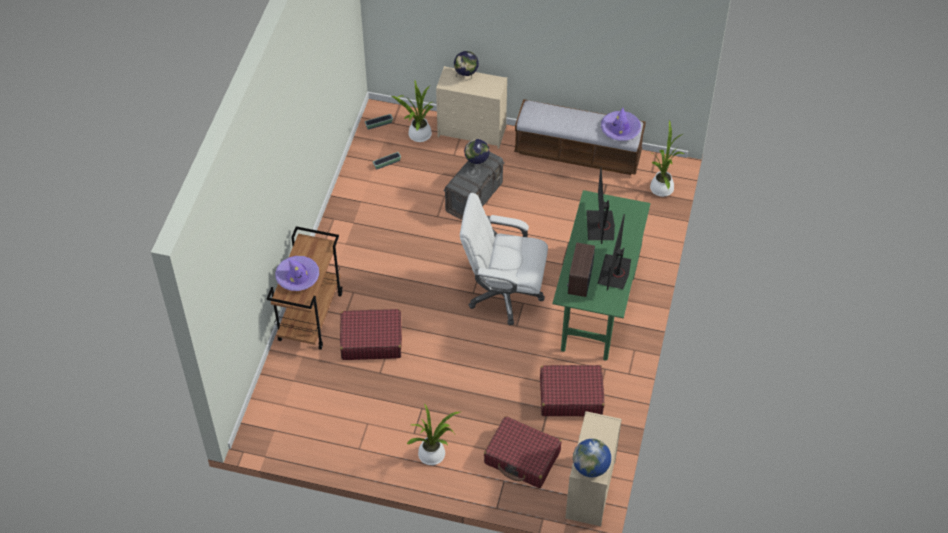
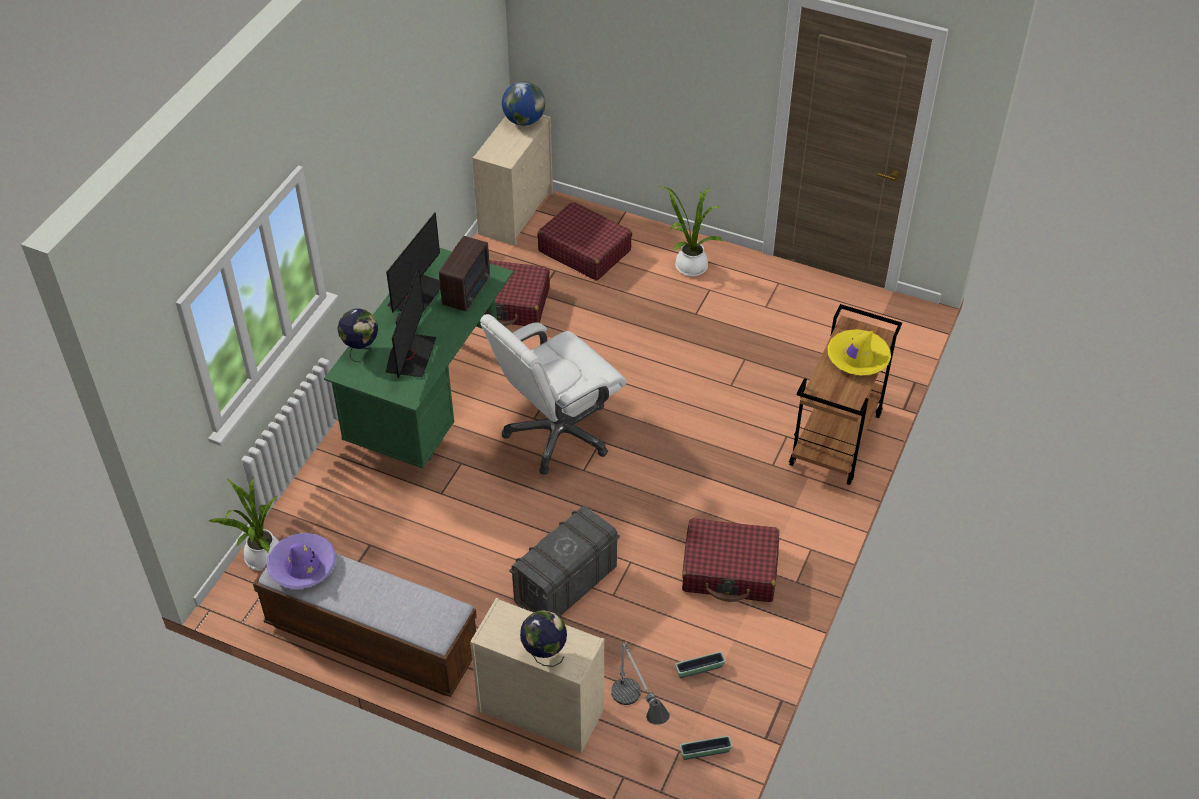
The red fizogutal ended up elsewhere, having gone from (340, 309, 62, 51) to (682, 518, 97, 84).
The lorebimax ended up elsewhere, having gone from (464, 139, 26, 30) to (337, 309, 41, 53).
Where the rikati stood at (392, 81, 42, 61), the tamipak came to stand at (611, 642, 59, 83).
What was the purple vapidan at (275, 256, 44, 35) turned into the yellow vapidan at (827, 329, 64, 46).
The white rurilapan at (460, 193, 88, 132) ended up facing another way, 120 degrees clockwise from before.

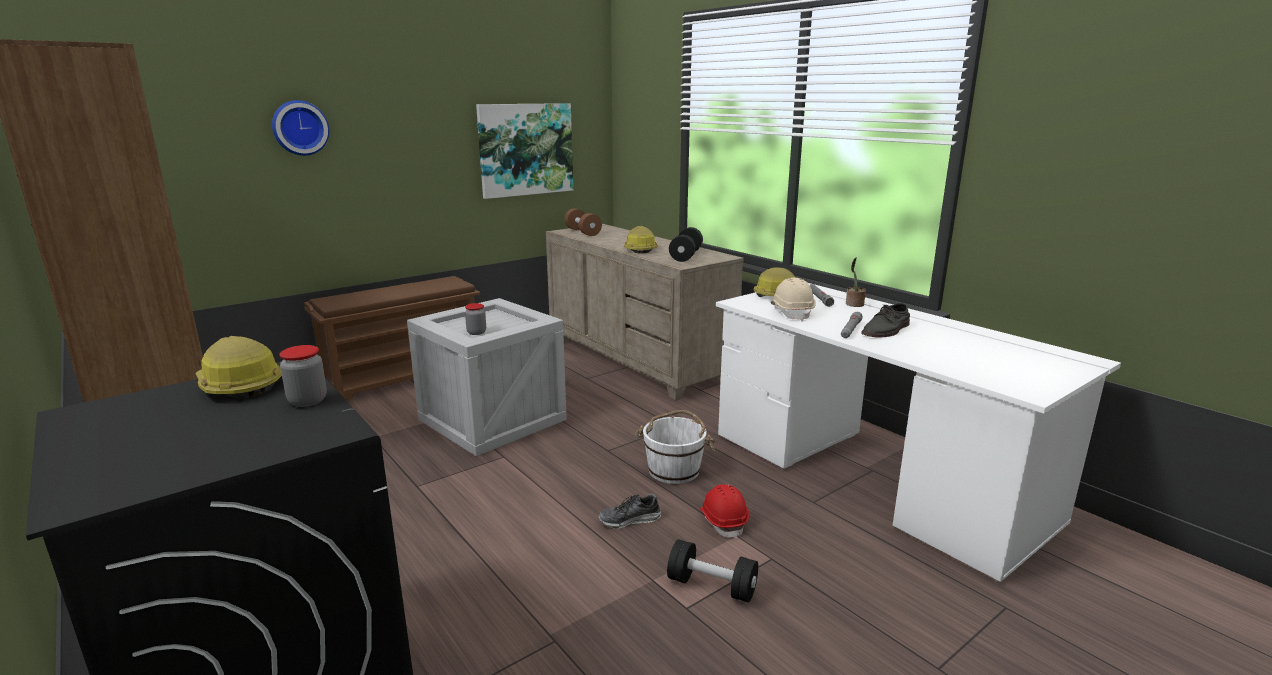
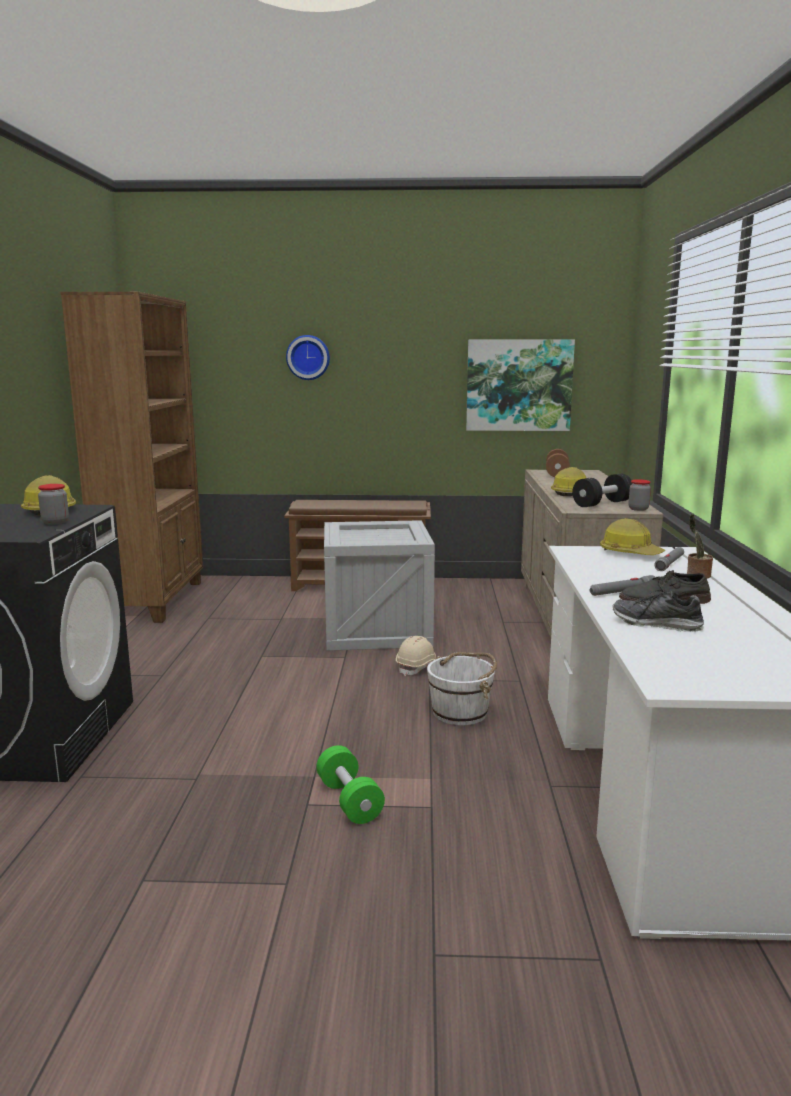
The second view lost the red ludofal at (700, 484, 49, 55).
The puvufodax ended up elsewhere, having gone from (465, 303, 21, 32) to (629, 479, 22, 32).
The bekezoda ended up elsewhere, having gone from (598, 493, 63, 36) to (613, 590, 91, 42).
The beige ludofal ended up elsewhere, having gone from (771, 278, 45, 43) to (396, 636, 40, 41).
What was the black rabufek at (667, 539, 91, 64) turned into the green rabufek at (316, 745, 69, 79).

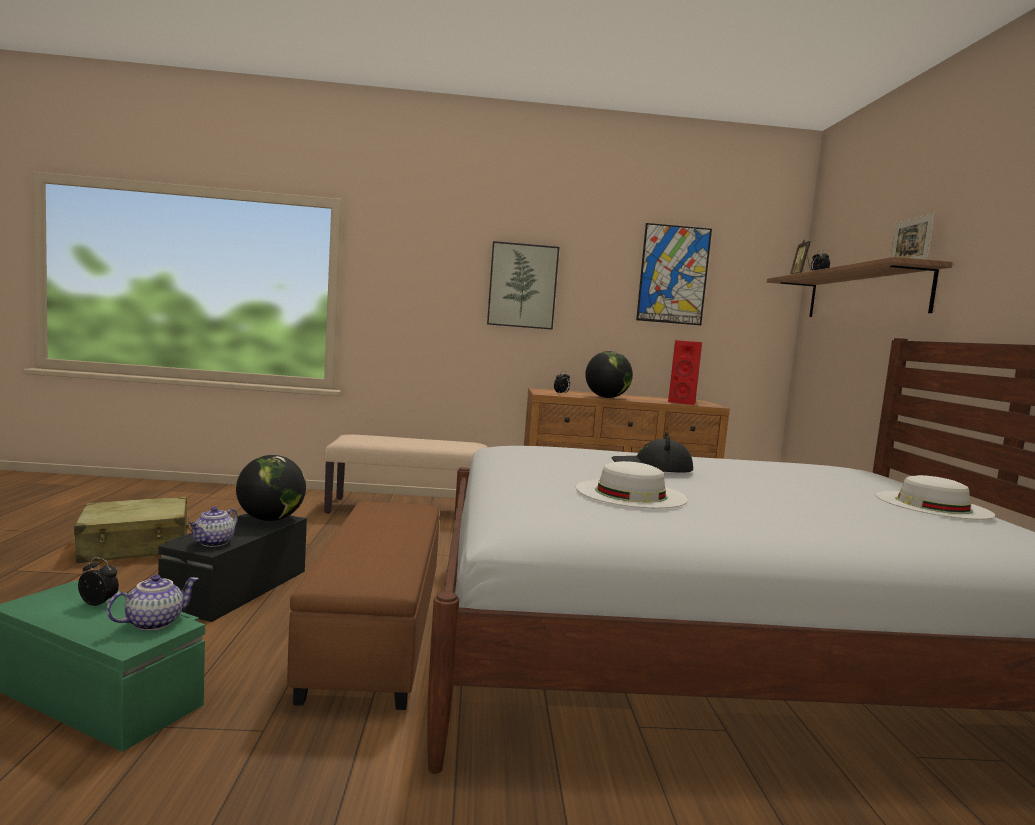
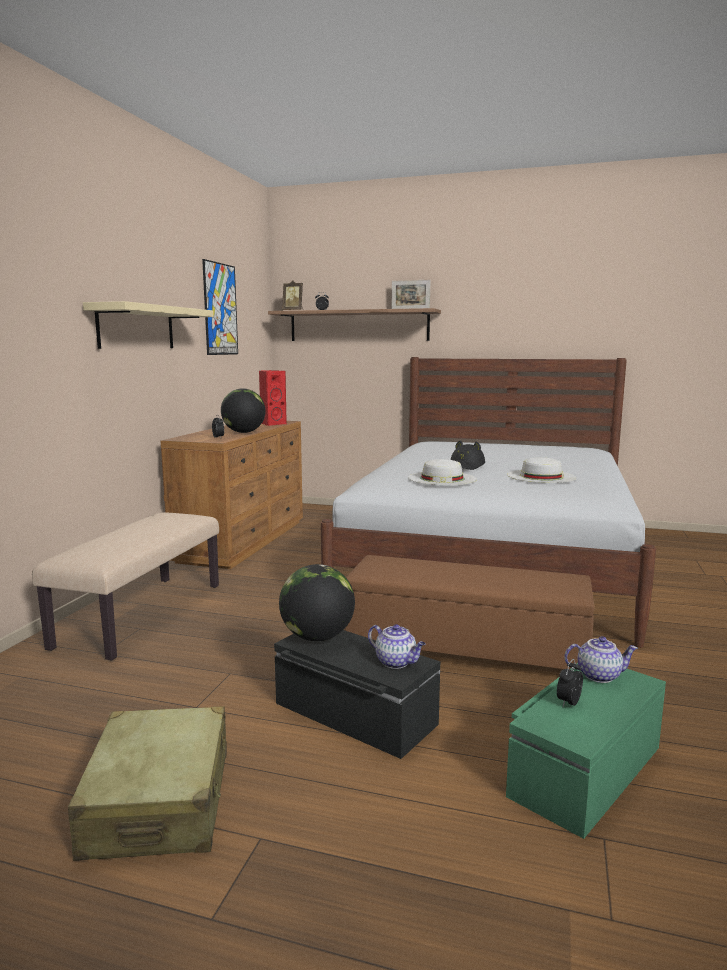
The white vapidan ended up elsewhere, having gone from (876, 475, 119, 45) to (408, 459, 69, 26).
Where the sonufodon hung at (487, 241, 72, 89), the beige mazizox came to hang at (83, 301, 130, 48).
The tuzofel at (107, 575, 92, 56) ended up facing another way, 120 degrees clockwise from before.

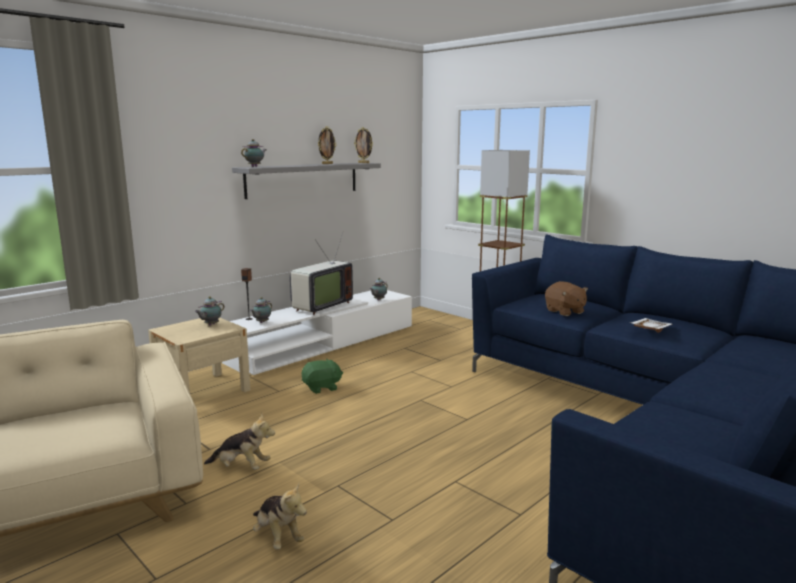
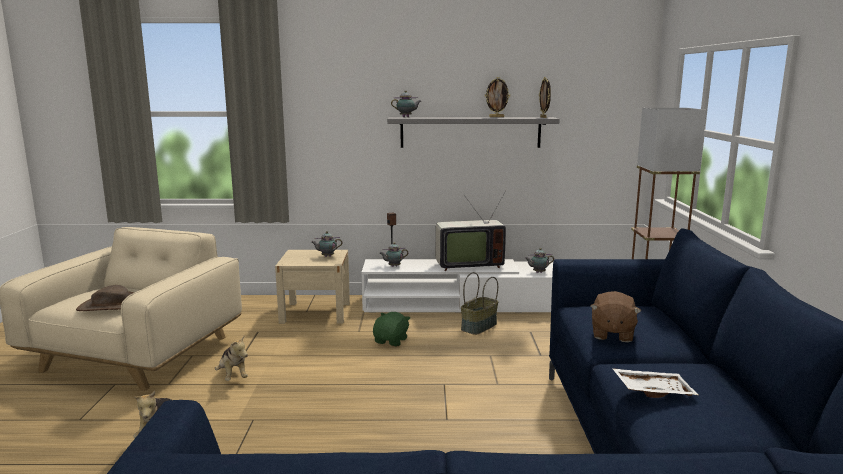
The second view gained the brown vapidan at (76, 285, 58, 26).
The second view gained the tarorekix at (461, 272, 37, 63).
The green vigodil at (302, 359, 41, 35) ended up facing another way, 90 degrees counterclockwise from before.

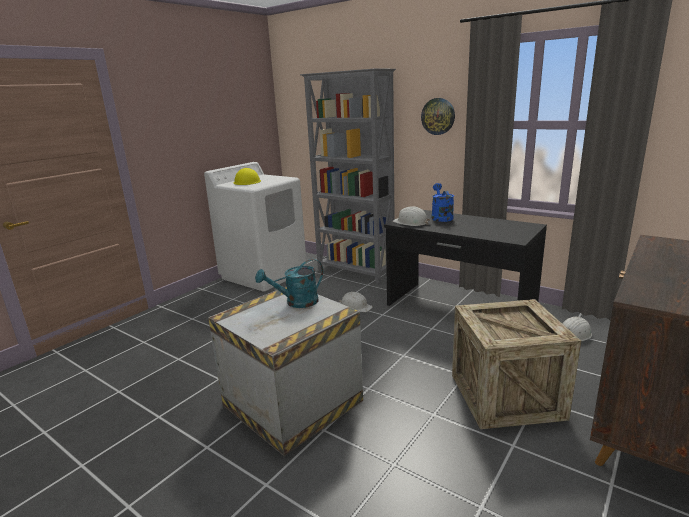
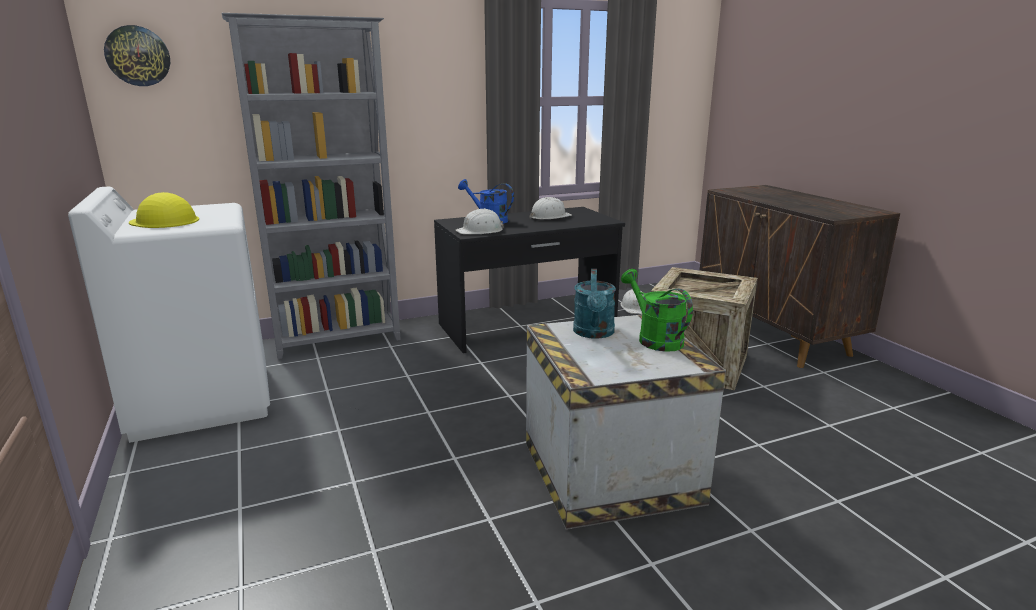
The second view gained the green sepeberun at (621, 269, 72, 83).
The white ludofal ended up elsewhere, having gone from (339, 292, 34, 20) to (530, 197, 42, 22).
The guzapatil ended up elsewhere, having gone from (421, 98, 34, 37) to (104, 25, 66, 61).

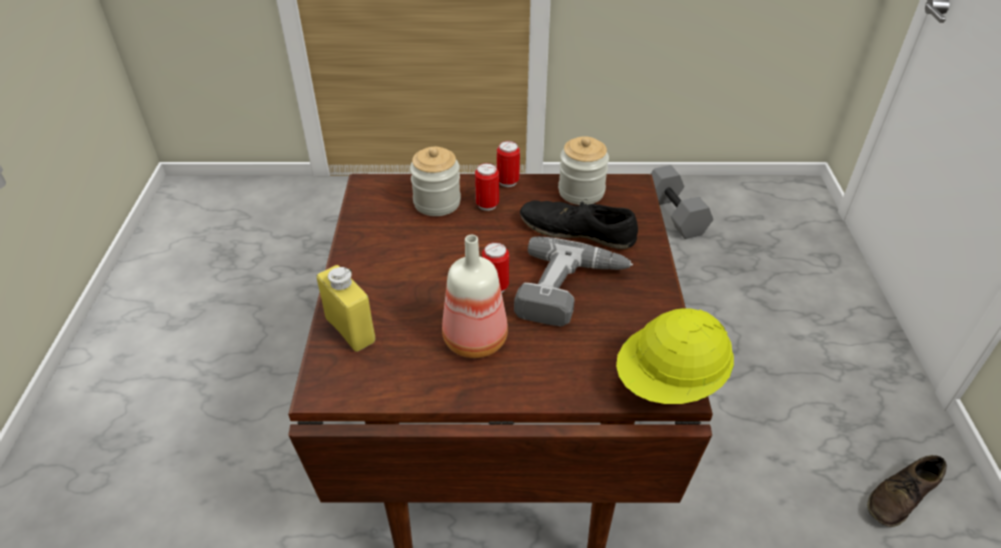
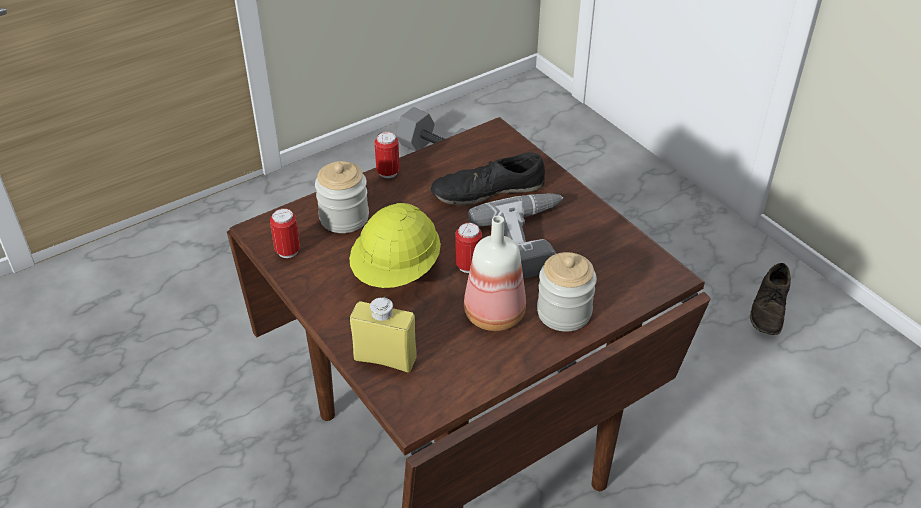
The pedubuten ended up elsewhere, having gone from (475, 163, 24, 48) to (270, 208, 30, 50).
The puvufodax ended up elsewhere, having gone from (558, 136, 51, 69) to (537, 252, 60, 80).
The yellow ludofal ended up elsewhere, having gone from (616, 308, 118, 96) to (349, 203, 92, 85).

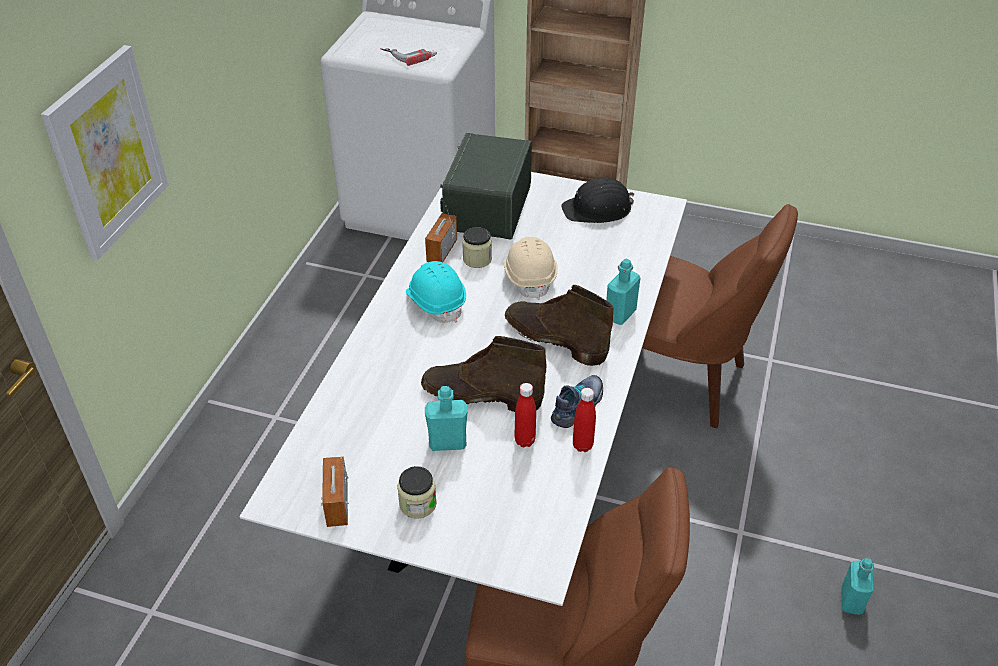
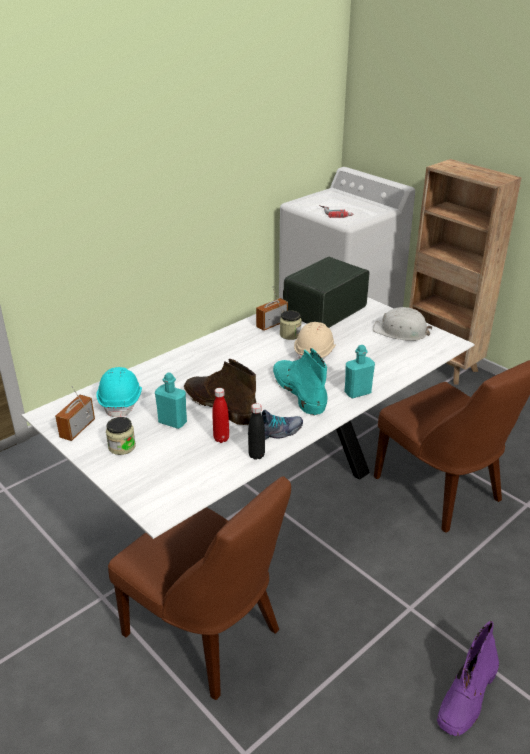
The second view lost the sonufodon at (41, 45, 127, 215).
The turquoise ludofal ended up elsewhere, having gone from (406, 261, 60, 62) to (96, 367, 46, 50).
Where the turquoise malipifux stood at (841, 558, 33, 57), the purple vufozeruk came to stand at (437, 621, 62, 115).
What was the brown vufozeruk at (505, 285, 109, 81) turned into the turquoise vufozeruk at (273, 348, 55, 68).
What was the black ludofal at (561, 178, 73, 45) turned into the white ludofal at (373, 307, 60, 34).
What was the red malipifux at (573, 388, 23, 64) turned into the black malipifux at (248, 403, 17, 57).

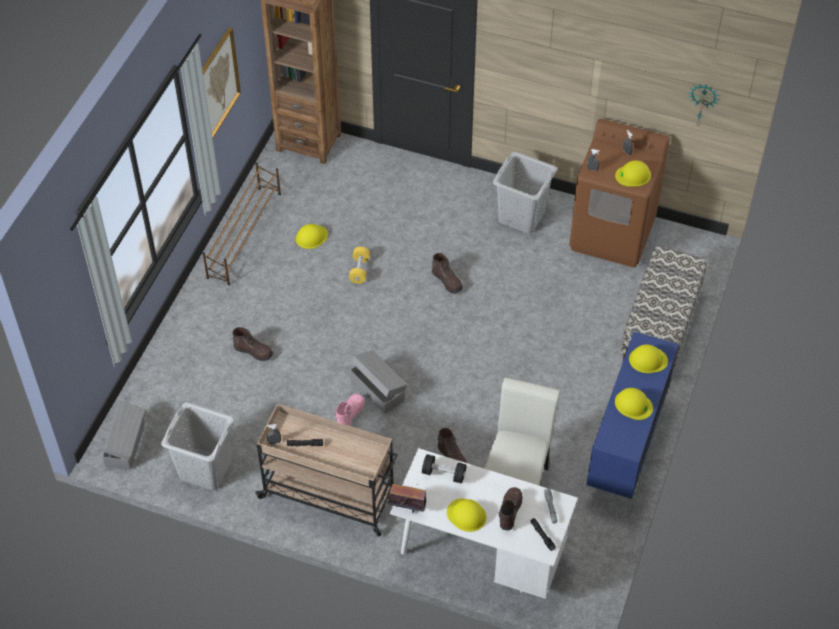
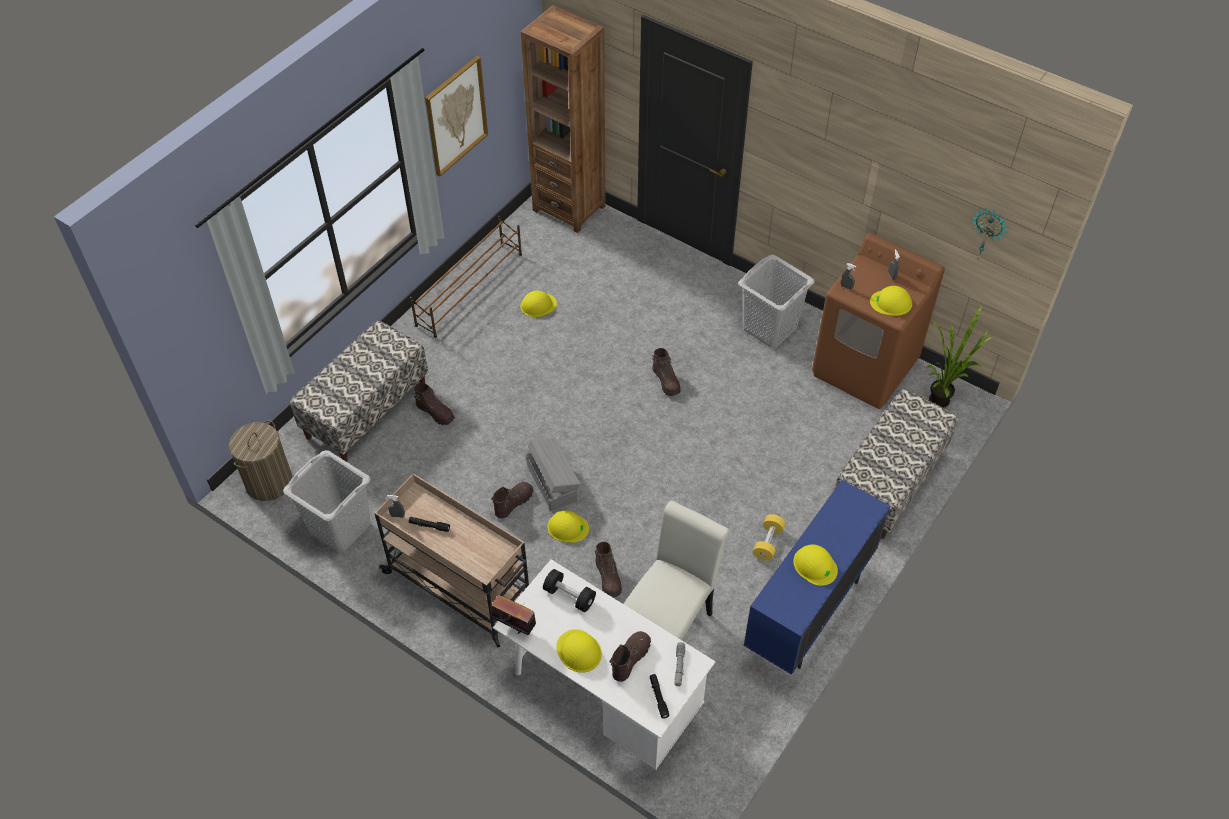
The second view gained the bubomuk at (290, 320, 138, 142).
The second view gained the rikati at (926, 305, 67, 103).
The yellow rabufek ended up elsewhere, having gone from (349, 247, 21, 37) to (753, 514, 32, 47).
The yellow ludofal ended up elsewhere, having gone from (629, 345, 39, 28) to (547, 510, 42, 33).
Where the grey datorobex stood at (103, 400, 42, 70), the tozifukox came to stand at (229, 420, 63, 81).
What was the pink vufozeruk at (335, 394, 30, 32) turned into the brown vufozeruk at (491, 482, 42, 37).

